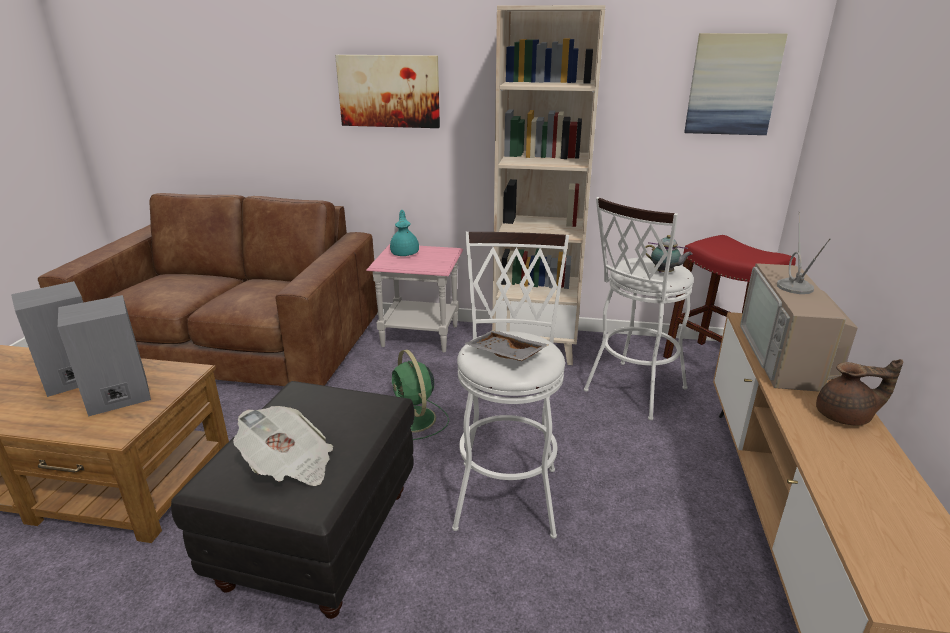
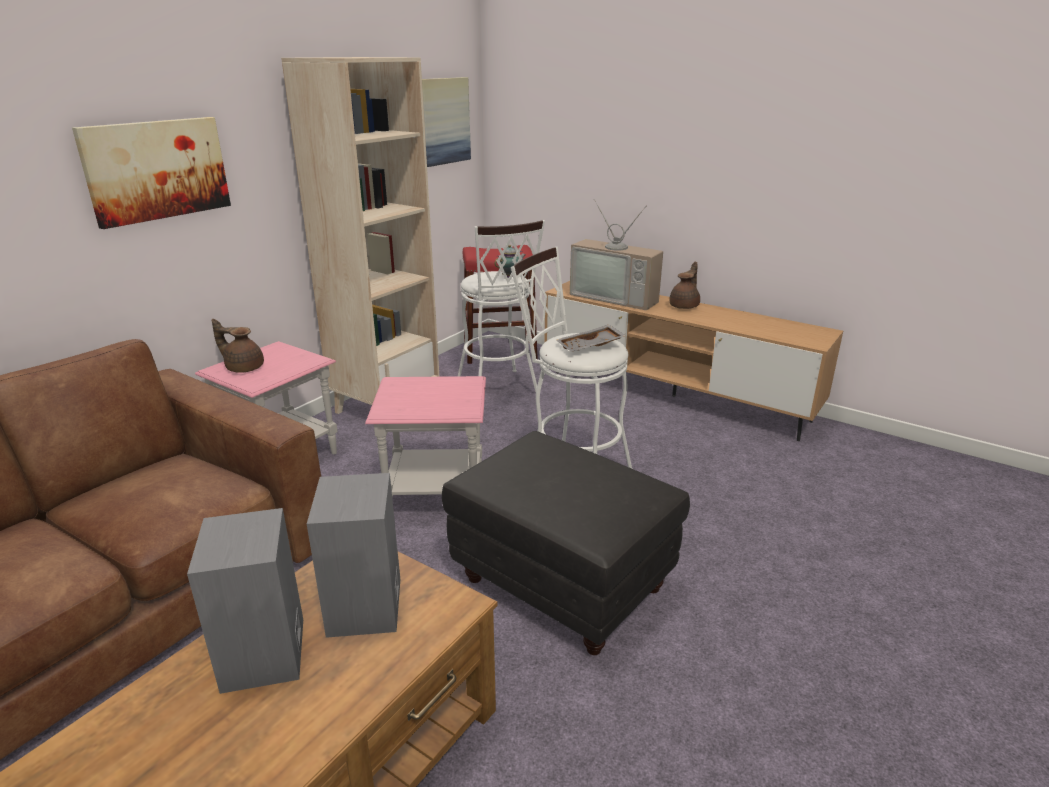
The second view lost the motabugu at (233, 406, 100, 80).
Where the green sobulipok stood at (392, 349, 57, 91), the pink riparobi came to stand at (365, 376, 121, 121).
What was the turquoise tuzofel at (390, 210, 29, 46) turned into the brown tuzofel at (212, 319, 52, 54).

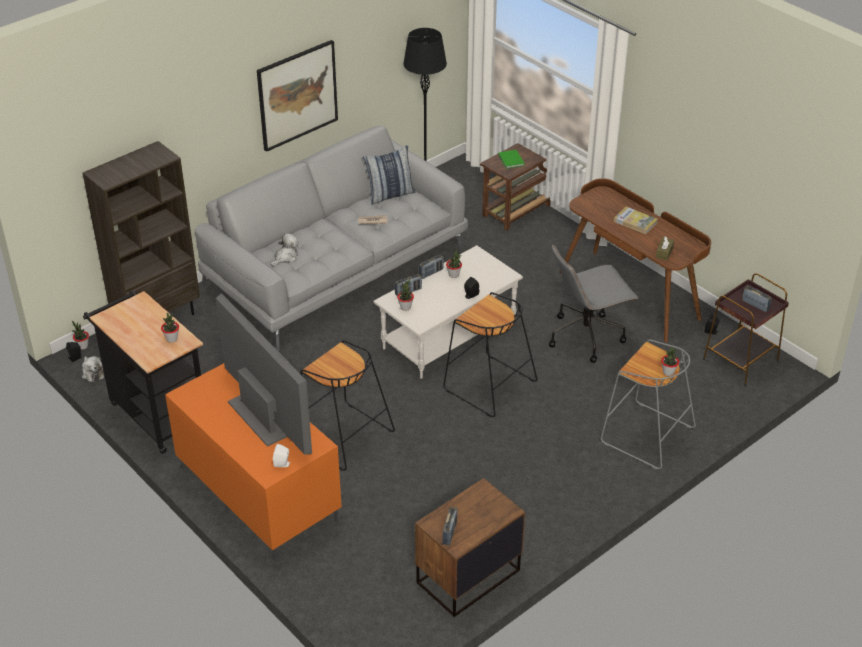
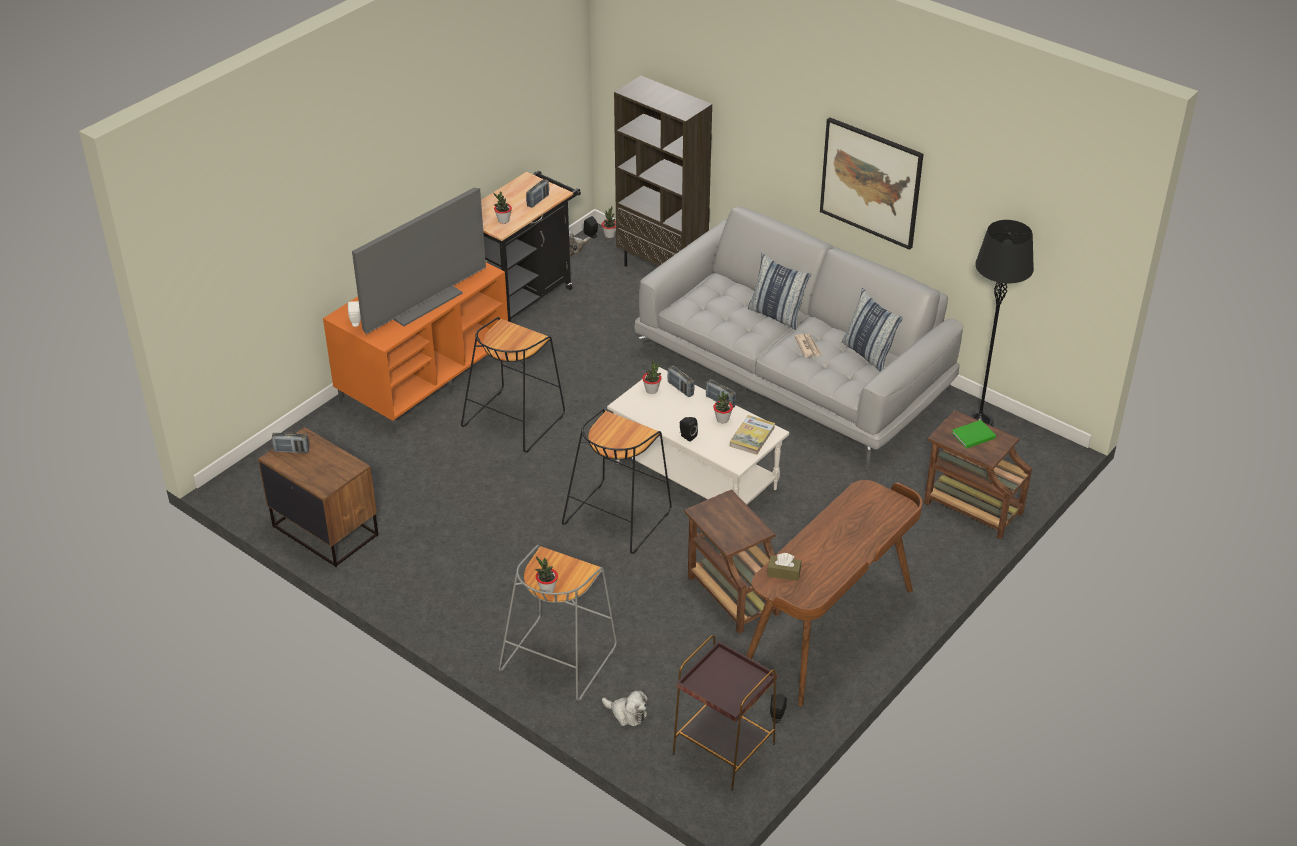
The second view gained the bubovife at (748, 253, 63, 77).
The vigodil ended up elsewhere, having gone from (270, 233, 28, 34) to (602, 690, 46, 36).
The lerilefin ended up elsewhere, having gone from (614, 207, 44, 27) to (730, 415, 45, 40).
The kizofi ended up elsewhere, having gone from (742, 286, 30, 26) to (526, 179, 23, 29).
Where the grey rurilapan stood at (549, 245, 89, 118), the brown riparobi came to stand at (684, 489, 97, 144).

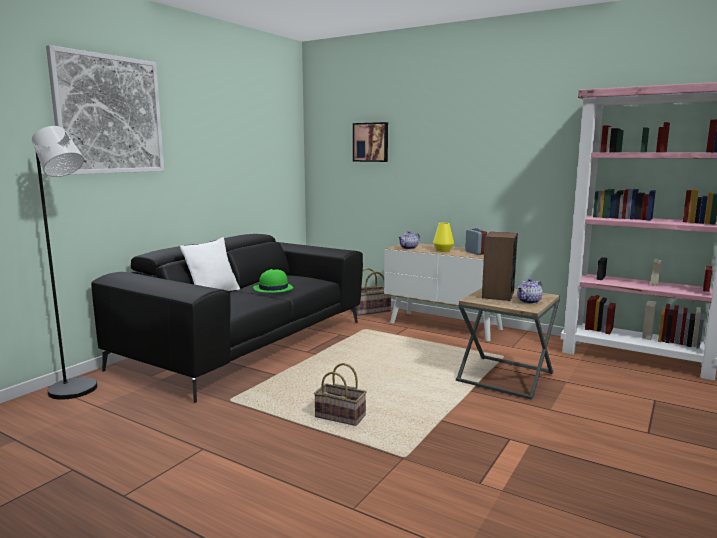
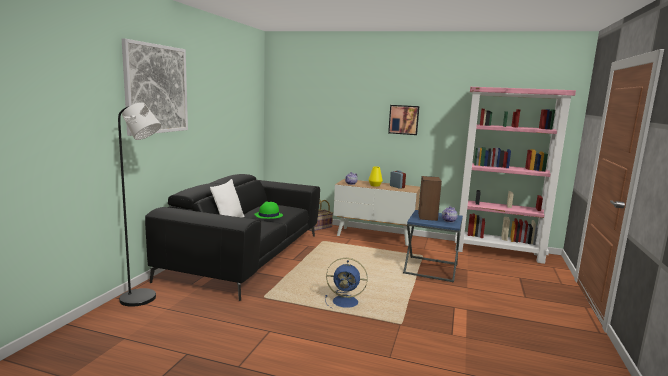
The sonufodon ended up elsewhere, having gone from (353, 122, 35, 40) to (388, 105, 31, 30).
Where the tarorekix stood at (314, 363, 53, 63), the blue sobulipok came to stand at (325, 258, 43, 50).
What was the brown riparobi at (456, 288, 104, 112) turned into the blue riparobi at (403, 210, 60, 72).

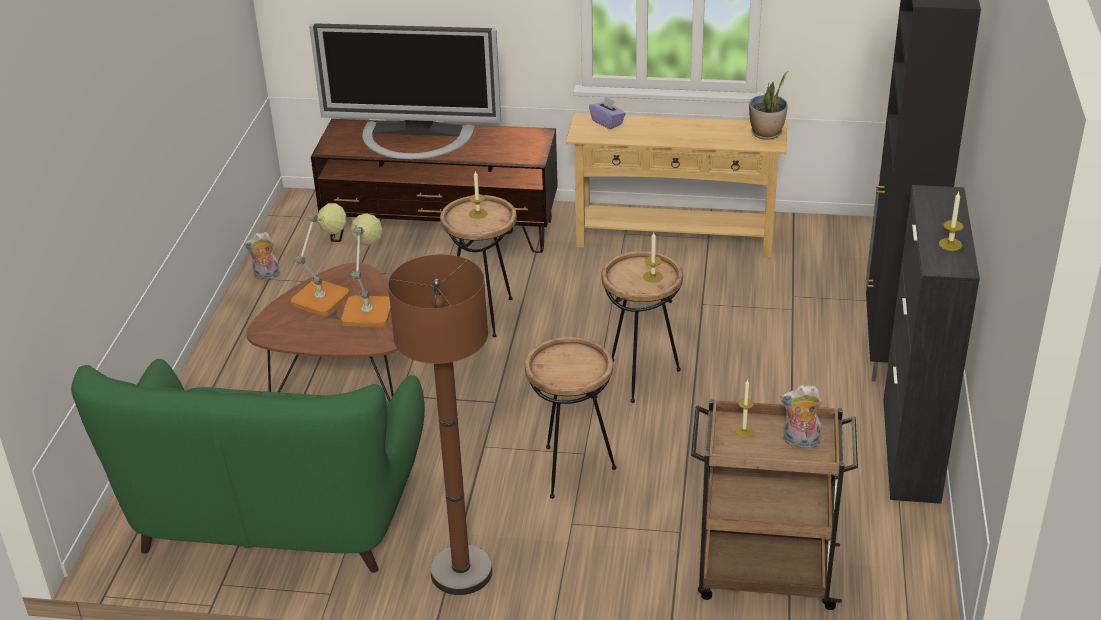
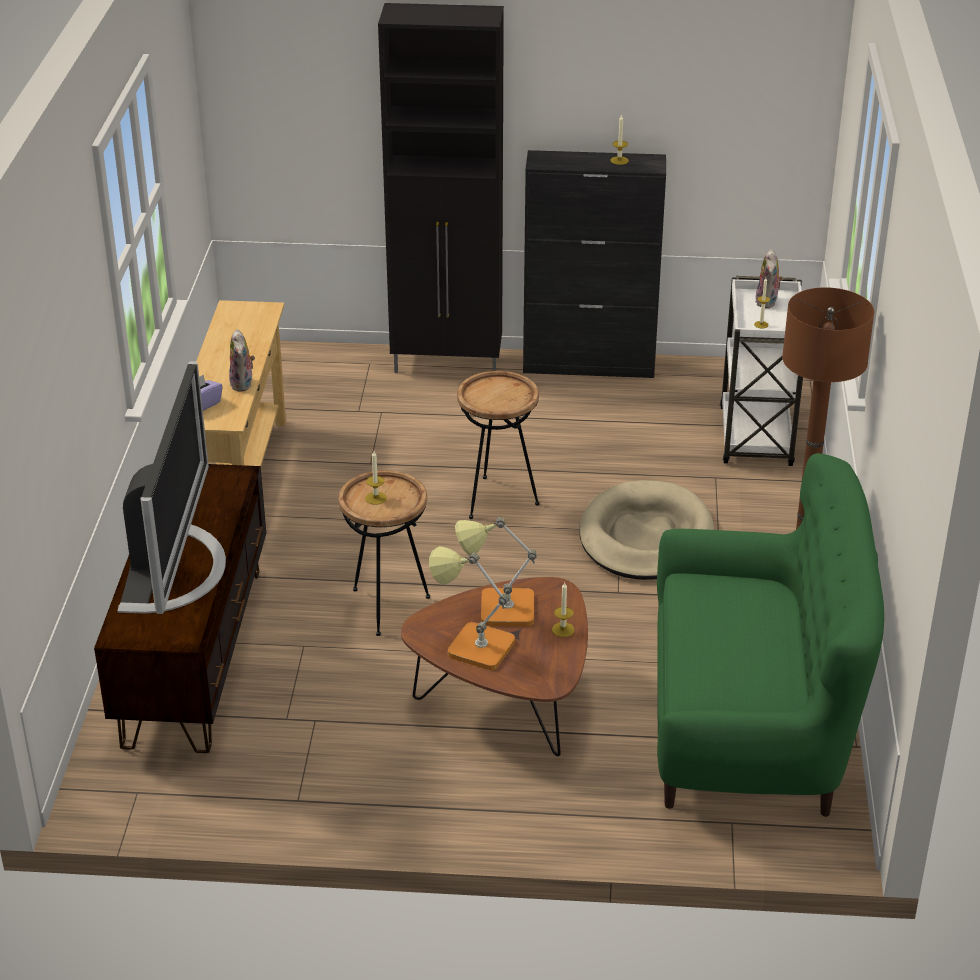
The second view lost the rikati at (749, 71, 40, 69).
The vigodil ended up elsewhere, having gone from (244, 232, 37, 48) to (229, 329, 26, 62).
The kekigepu ended up elsewhere, having gone from (643, 232, 20, 51) to (552, 582, 23, 55).
Where the brown riparobi stood at (525, 337, 91, 162), the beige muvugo came to stand at (579, 480, 135, 100).
What was the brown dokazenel at (691, 399, 167, 211) turned into the white dokazenel at (720, 276, 83, 190).

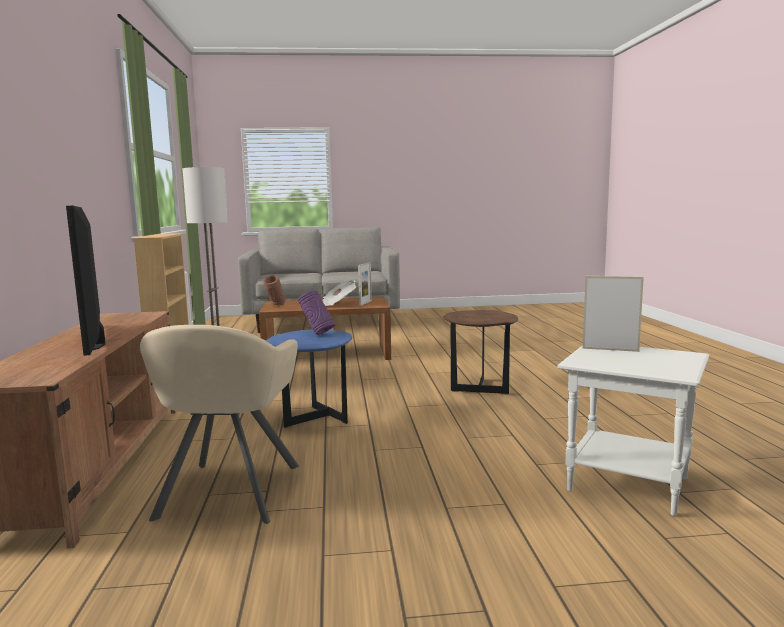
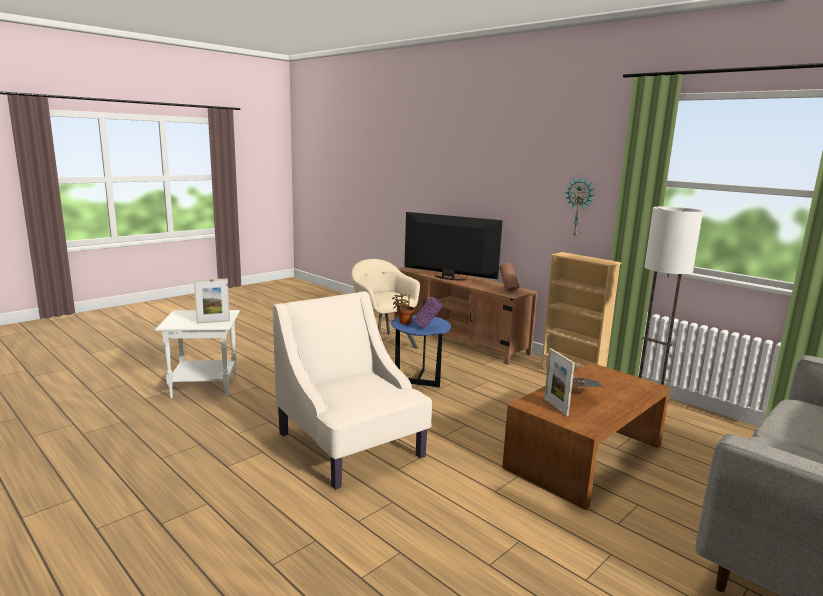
The second view gained the rikati at (392, 293, 23, 31).
The second view gained the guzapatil at (564, 177, 30, 60).
The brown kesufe ended up elsewhere, having gone from (263, 275, 23, 30) to (499, 263, 21, 28).
Where the brown riparobi stood at (443, 310, 75, 85), the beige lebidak came to stand at (273, 291, 159, 199).

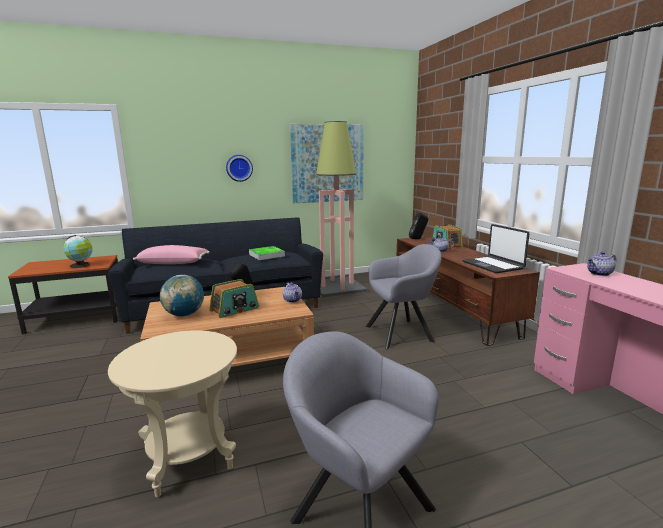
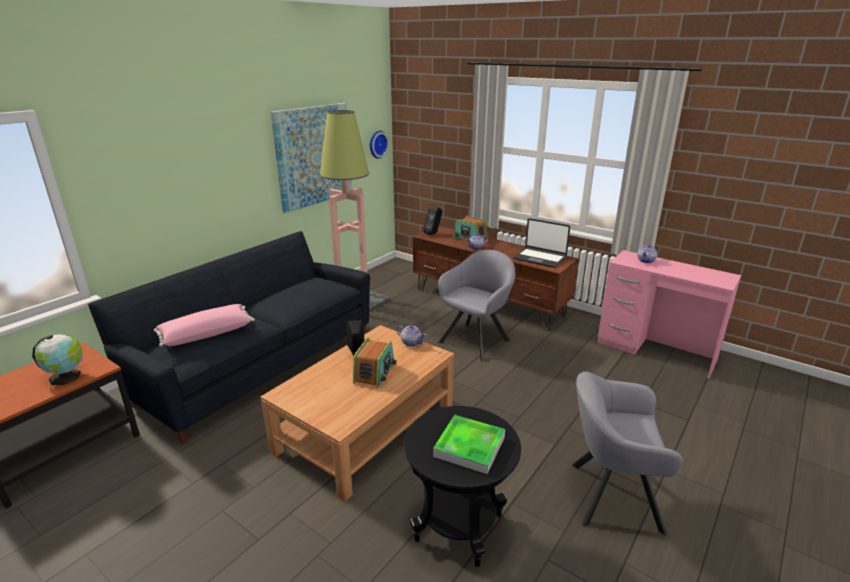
The second view lost the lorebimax at (160, 275, 44, 42).
The guzapatil ended up elsewhere, having gone from (226, 155, 27, 27) to (370, 131, 19, 28).
The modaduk ended up elsewhere, having gone from (249, 246, 36, 14) to (433, 415, 72, 59).
What was the beige riparobi at (108, 330, 129, 167) turned into the black riparobi at (404, 406, 117, 161).

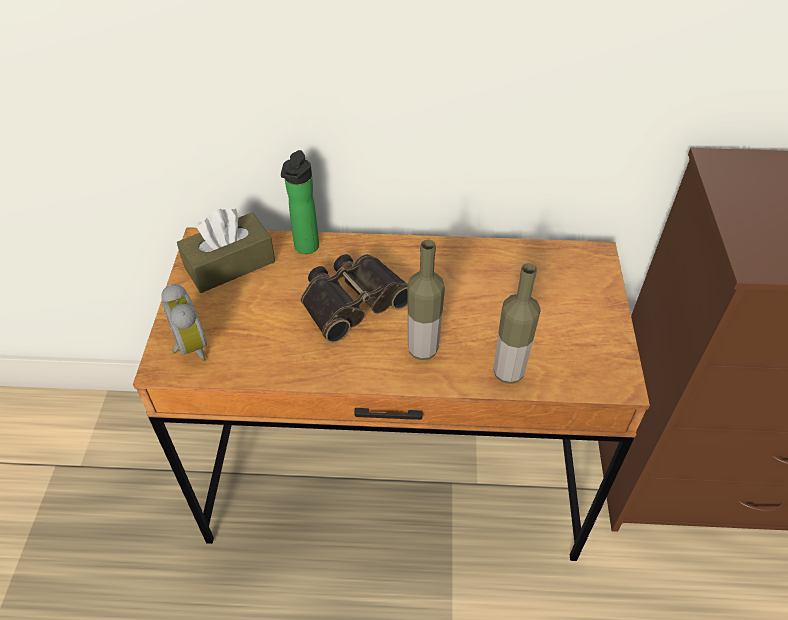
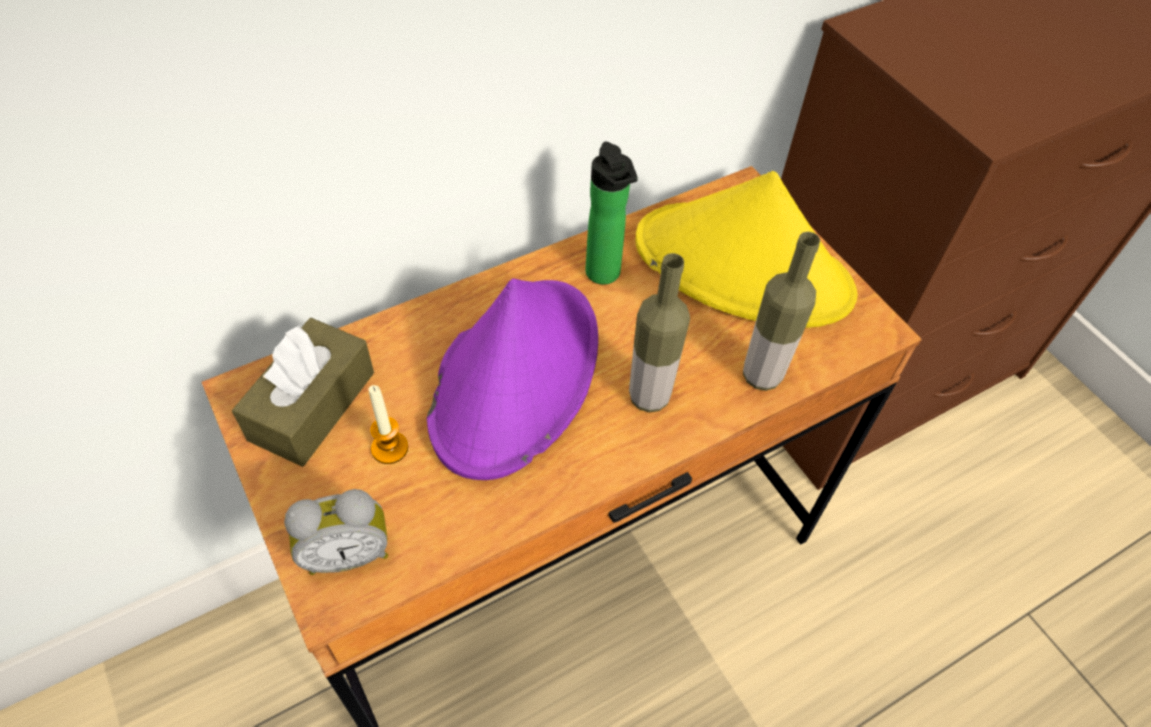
The second view gained the kekigepu at (368, 385, 40, 79).
The second view gained the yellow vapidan at (635, 171, 223, 157).
The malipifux ended up elsewhere, having gone from (281, 150, 38, 104) to (585, 142, 53, 142).
Where the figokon stood at (301, 254, 106, 89), the purple vapidan came to stand at (427, 278, 171, 202).
The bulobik at (161, 284, 46, 77) ended up facing another way, 135 degrees clockwise from before.

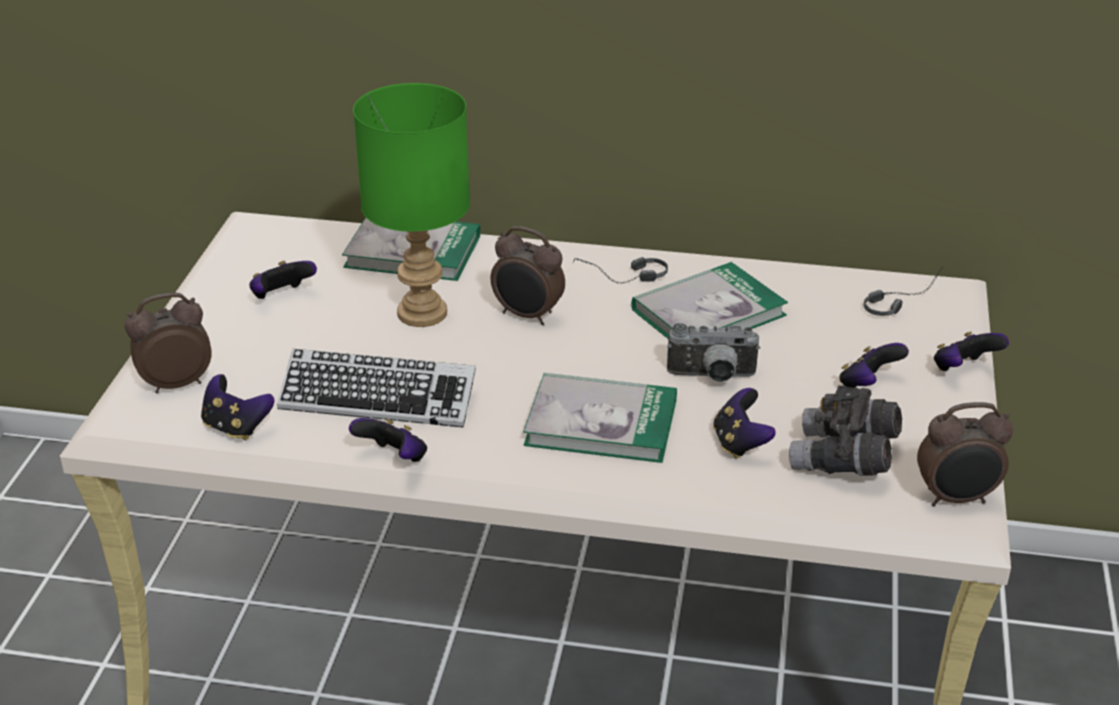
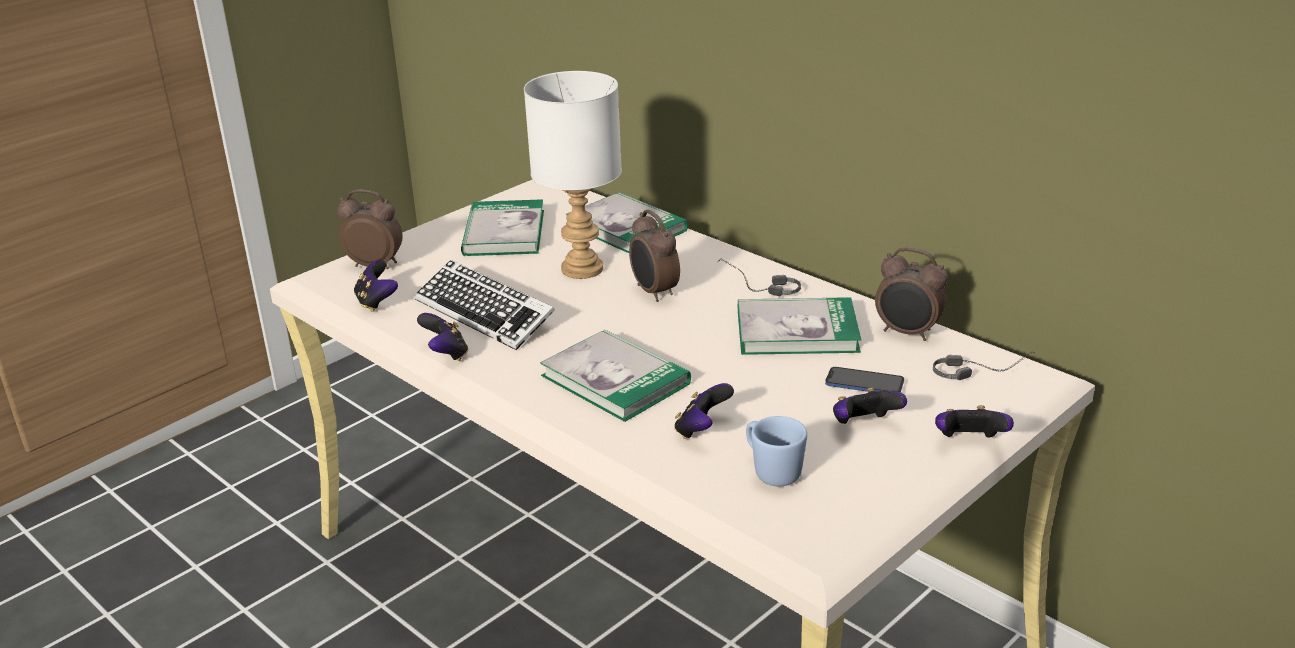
The second view lost the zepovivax at (667, 323, 93, 59).
The second view gained the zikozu at (825, 367, 79, 25).
The bulobik ended up elsewhere, having gone from (917, 402, 96, 104) to (875, 247, 73, 94).
Where the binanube stood at (249, 261, 68, 38), the lerilefin came to stand at (461, 199, 83, 57).
Where the grey figokon stood at (789, 385, 113, 91), the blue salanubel came to stand at (746, 416, 61, 71).
What was the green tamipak at (353, 83, 117, 244) turned into the white tamipak at (524, 71, 98, 208).

